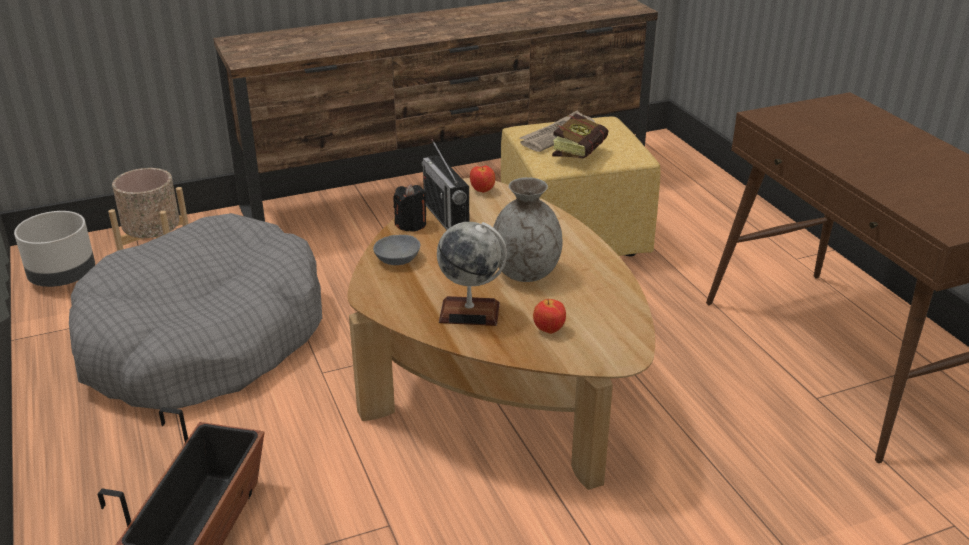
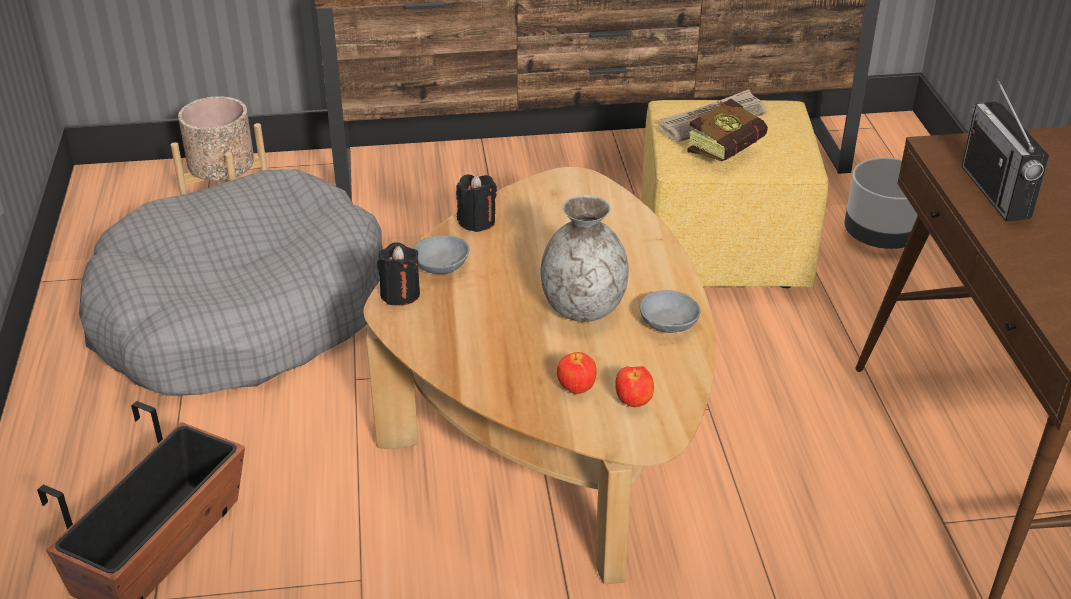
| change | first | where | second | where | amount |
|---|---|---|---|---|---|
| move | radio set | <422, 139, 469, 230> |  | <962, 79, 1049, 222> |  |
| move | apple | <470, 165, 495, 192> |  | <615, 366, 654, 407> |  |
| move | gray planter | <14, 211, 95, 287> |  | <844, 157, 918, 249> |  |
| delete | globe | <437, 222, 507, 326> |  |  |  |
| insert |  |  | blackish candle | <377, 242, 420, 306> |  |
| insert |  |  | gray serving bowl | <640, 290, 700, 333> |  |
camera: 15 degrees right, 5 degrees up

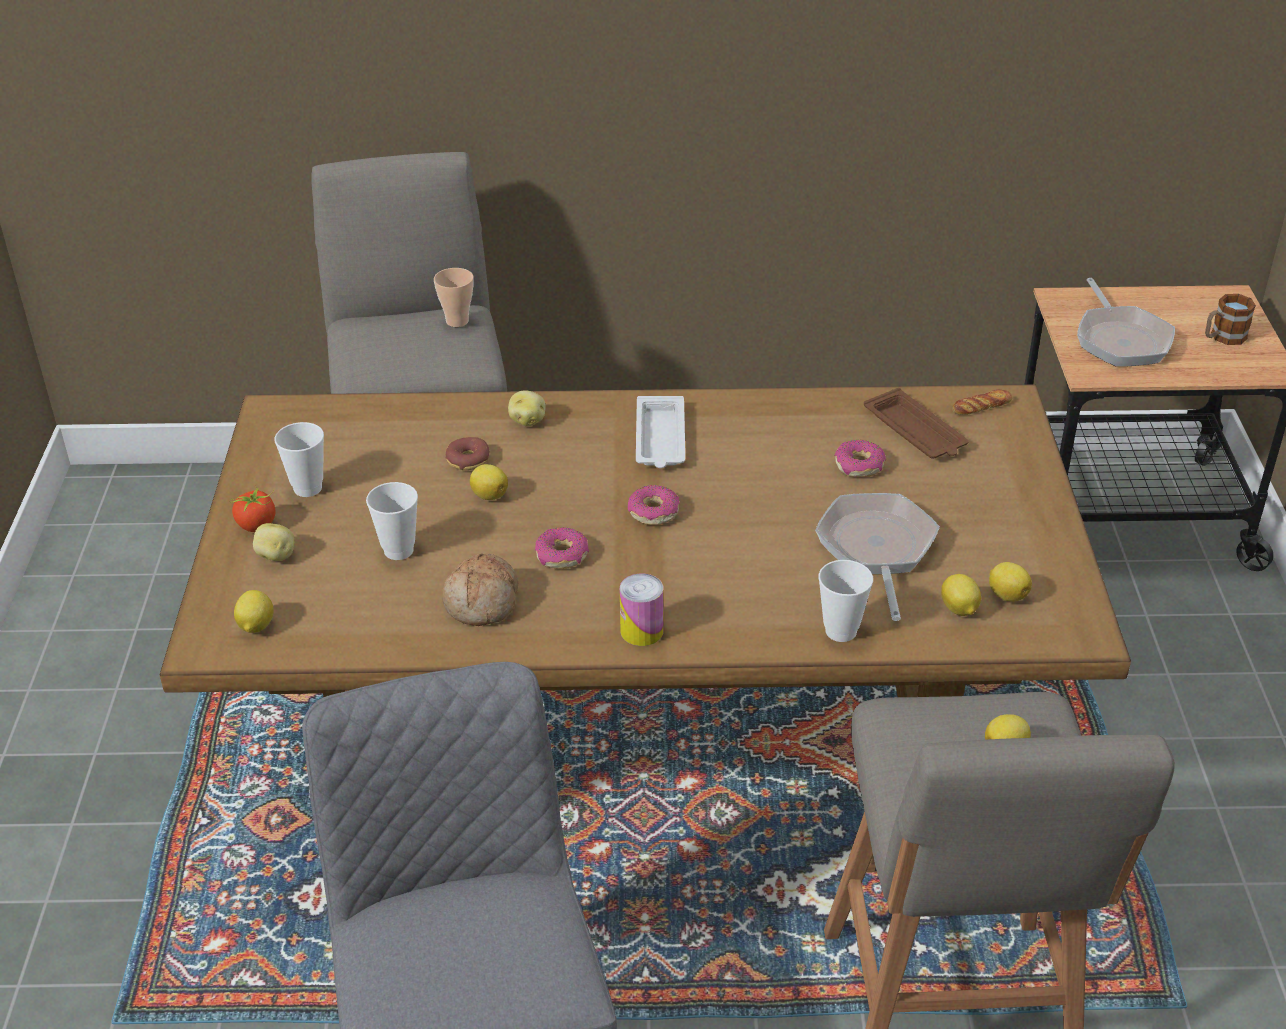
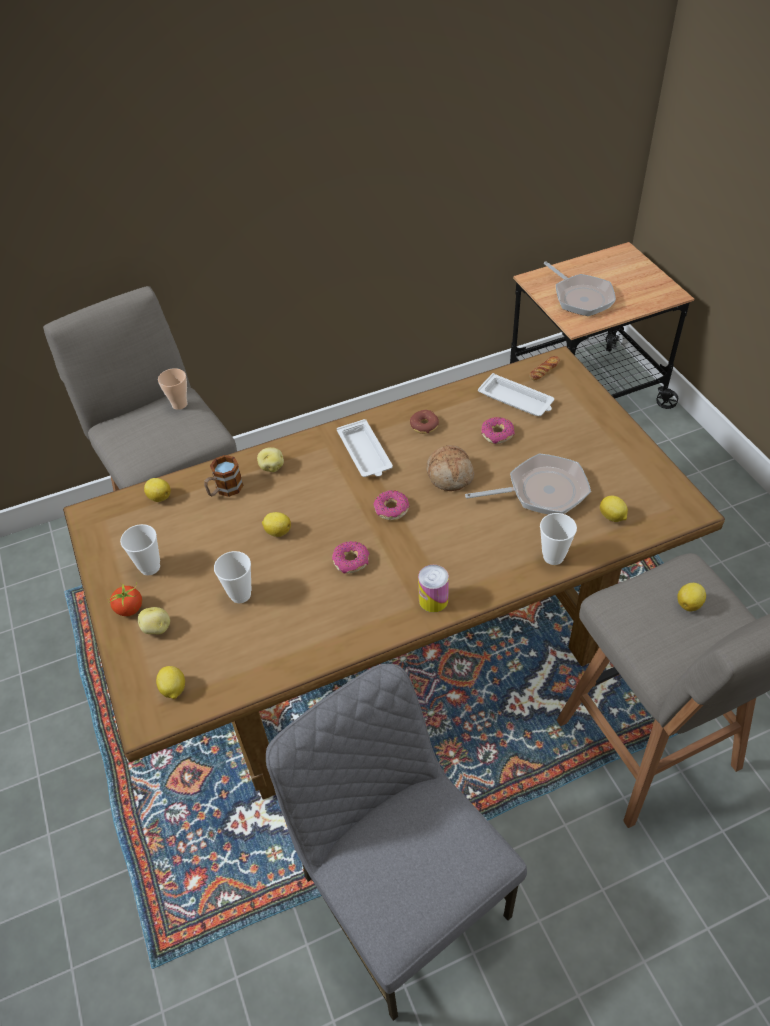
| change | first | where | second | where | amount |
|---|---|---|---|---|---|
| move | coffee mug | <1205, 294, 1256, 345> |  | <204, 455, 244, 497> |  |
| recolor | brown tray | <864, 388, 969, 459> | white-coloured tray | <478, 373, 554, 416> |  |
| move | donut | <445, 437, 490, 470> |  | <410, 410, 439, 434> |  |
| rotate | frying pan | <815, 493, 940, 621> |  | <465, 453, 591, 515> | 105 degrees clockwise |
| move | bread | <442, 554, 518, 626> |  | <427, 445, 474, 491> |  |
| move | whole lemon | <989, 562, 1032, 601> |  | <144, 478, 171, 502> |  |
camera: 20 degrees left, 10 degrees up

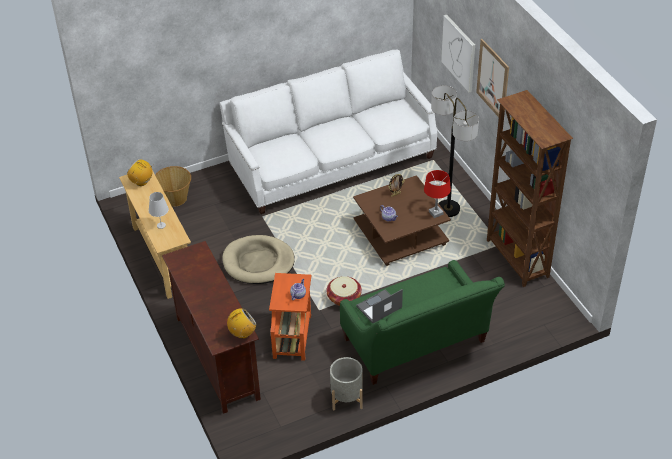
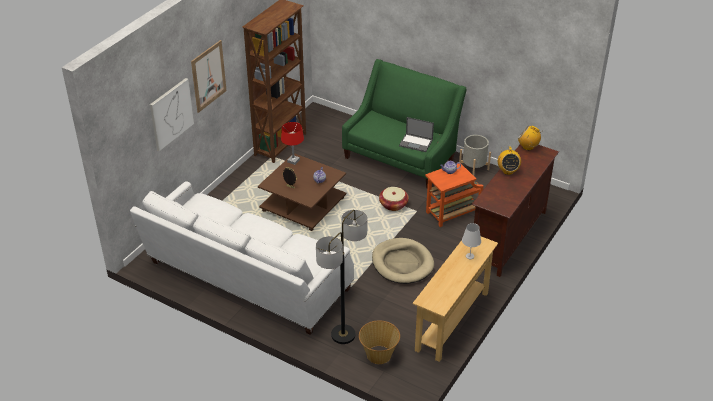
| change | first | where | second | where | amount |
|---|---|---|---|---|---|
| move | floor lamp | <431, 85, 479, 217> |  | <316, 210, 367, 344> |  |
| move | radio set | <127, 159, 153, 186> |  | <498, 147, 521, 175> |  |
camera: 125 degrees left, 5 degrees down

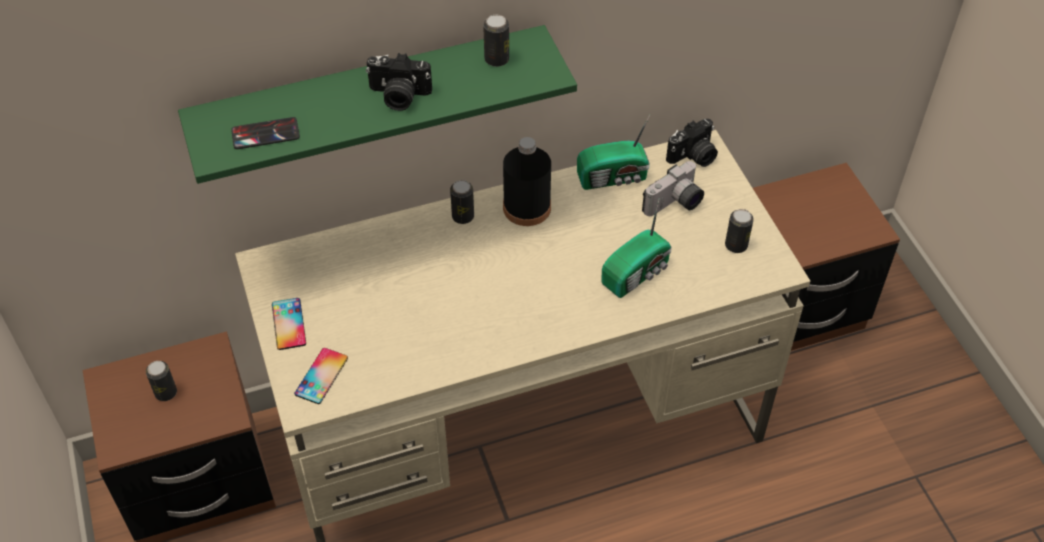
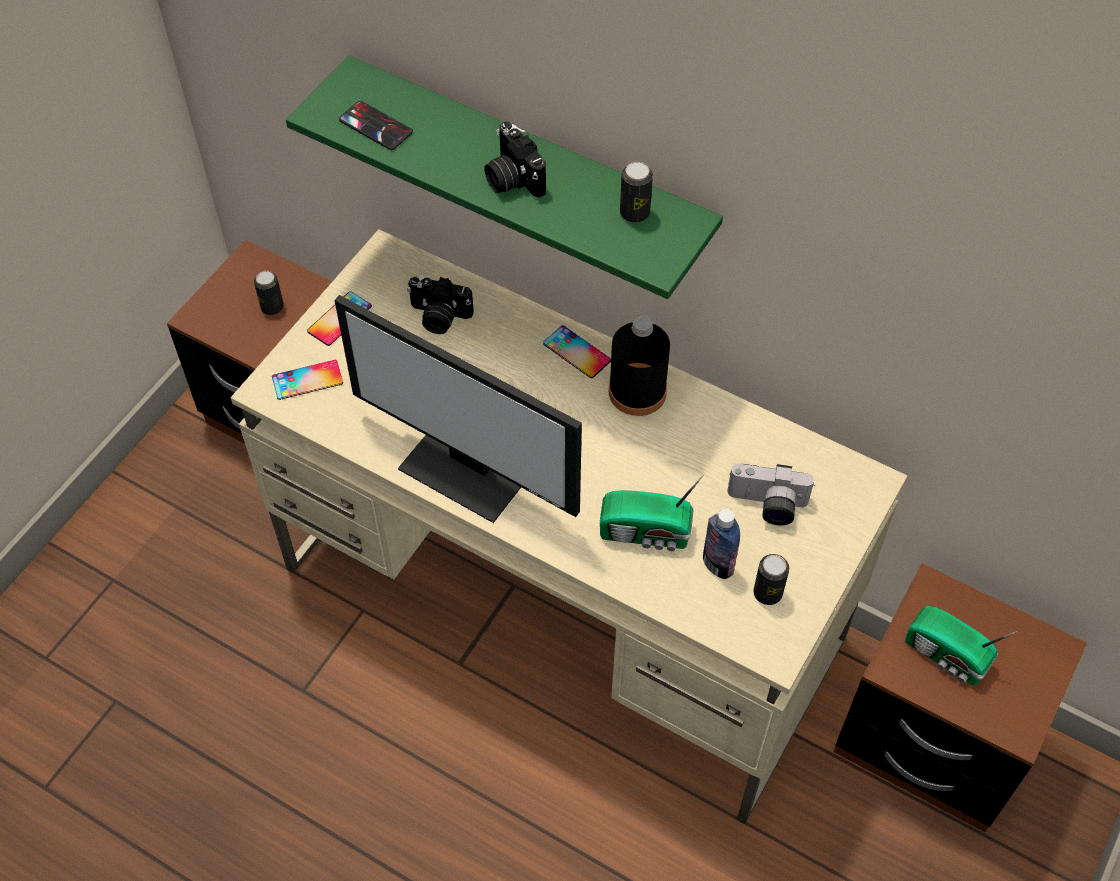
| change | first | where | second | where | amount |
|---|---|---|---|---|---|
| move | radio set | <577, 115, 650, 190> |  | <905, 606, 1018, 686> |  |
| move | still camera | <666, 119, 718, 167> |  | <407, 276, 474, 334> |  |
| replace | metal can | <450, 180, 474, 224> | handset | <543, 325, 611, 378> |  |
| insert |  |  | computer display | <334, 295, 582, 523> |  |
| insert |  |  | bottle | <703, 509, 740, 579> |  |
camera: 50 degrees right, 5 degrees up

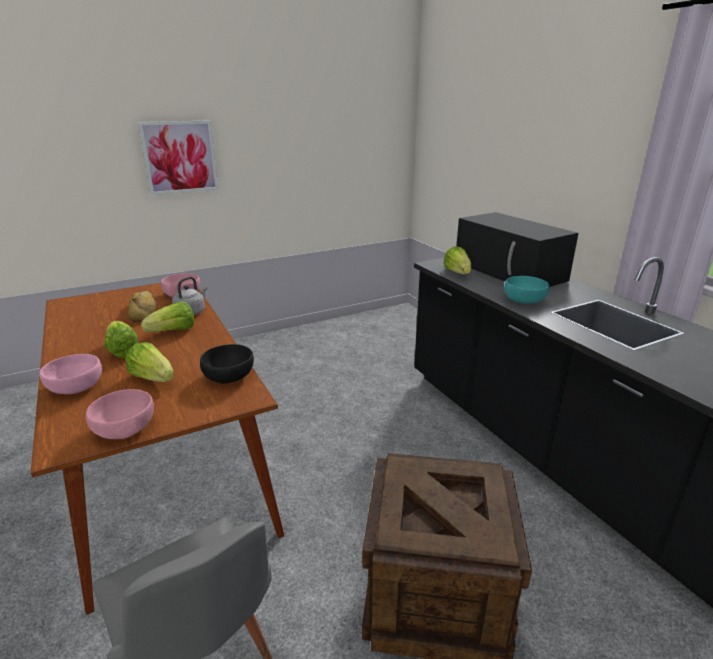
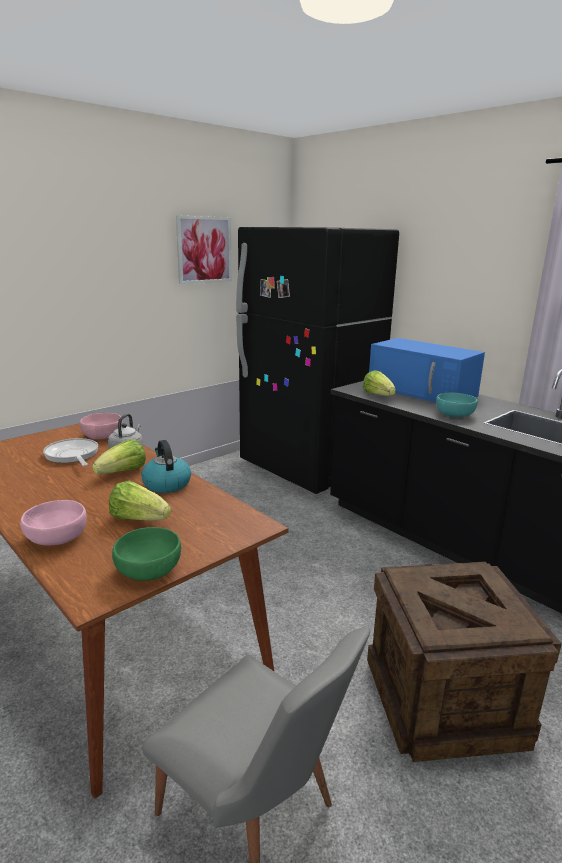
| change | first | where | second | where | amount |
|---|---|---|---|---|---|
| move | picture | <138, 120, 219, 195> |  | <176, 215, 232, 284> |  |
| recolor | blackish microwave | <456, 212, 578, 287> | bluish microwave | <369, 338, 485, 403> |  |
| replace | bread | <128, 291, 157, 322> | frying pan | <43, 438, 98, 466> |  |
| delete | lettuce | <105, 321, 139, 358> |  |  |  |
| delete | blackish serving bowl | <200, 344, 254, 384> |  |  |  |
| recolor | pink serving bowl | <86, 389, 154, 439> | greenish serving bowl | <112, 527, 181, 581> |  |
| insert |  |  | blackish kitchen fridge | <236, 227, 399, 494> |  |
| insert |  |  | tea kettle | <141, 440, 191, 493> |  |
camera: 15 degrees left, 5 degrees down

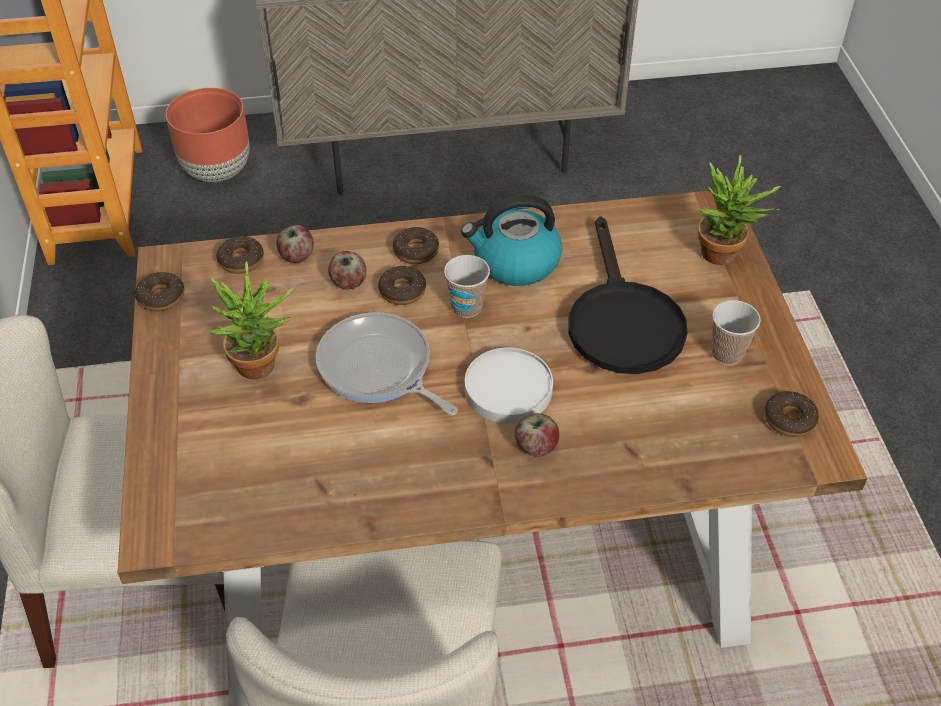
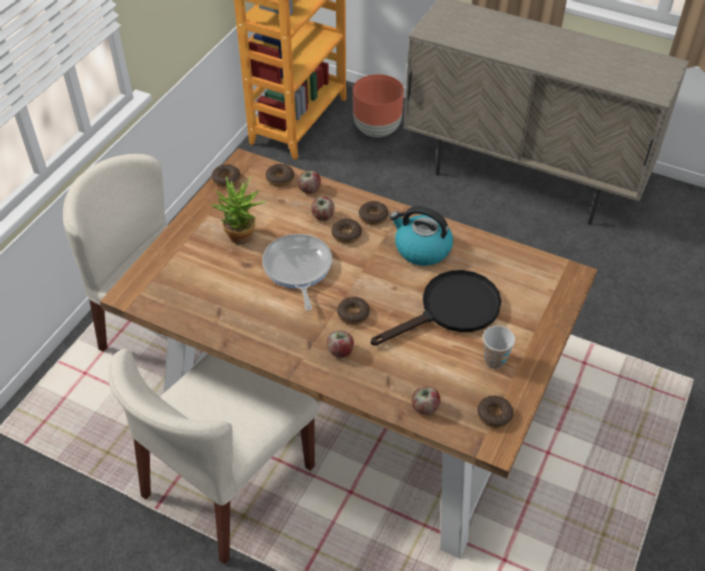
| change | first | where | second | where | amount |
|---|---|---|---|---|---|
| delete | houseplant | <698, 155, 781, 265> |  |  |  |
| rotate | blackish frying pan | <568, 216, 688, 374> |  | <371, 270, 501, 346> | 150 degrees counterclockwise |
| delete | cup | <444, 255, 490, 318> |  |  |  |
| replace | white-coloured dinner plate | <465, 348, 553, 424> | donut | <337, 297, 370, 325> |  |
| insert |  |  | apple | <412, 386, 440, 415> |  |
camera: 35 degrees right, 0 degrees up

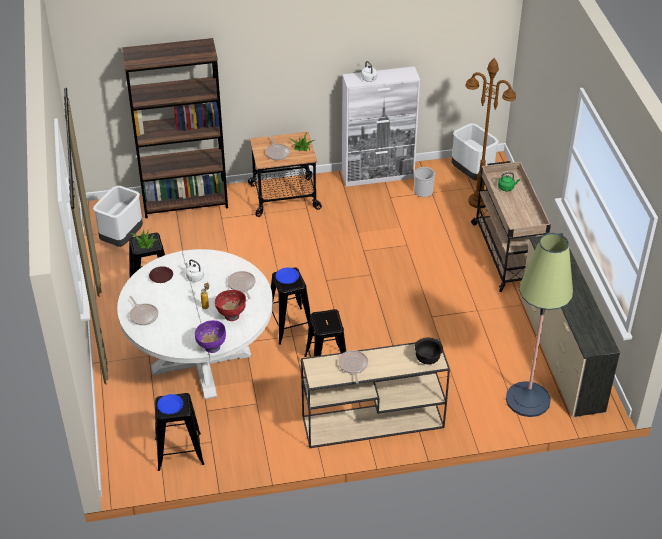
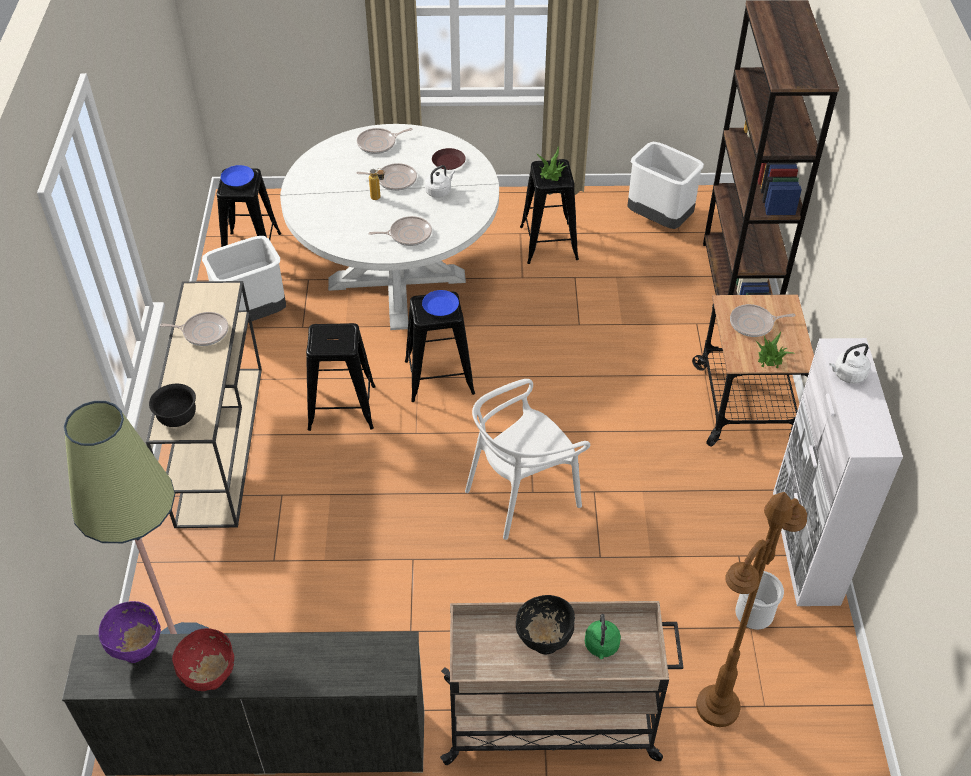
| change | first | where | second | where | amount |
|---|---|---|---|---|---|
| move | white-coloured trash can | <452, 123, 499, 181> |  | <202, 236, 286, 323> |  |
| move | red-coloured serving bowl | <215, 290, 246, 321> |  | <172, 628, 234, 691> |  |
| move | purplish serving bowl | <195, 320, 226, 353> |  | <99, 601, 161, 663> |  |
| insert |  |  | frying pan | <357, 163, 417, 191> |  |
| insert |  |  | white-coloured plain chair | <465, 379, 590, 540> |  |
| insert |  |  | blackish serving bowl | <516, 595, 575, 654> |  |
camera: 100 degrees right, 5 degrees up

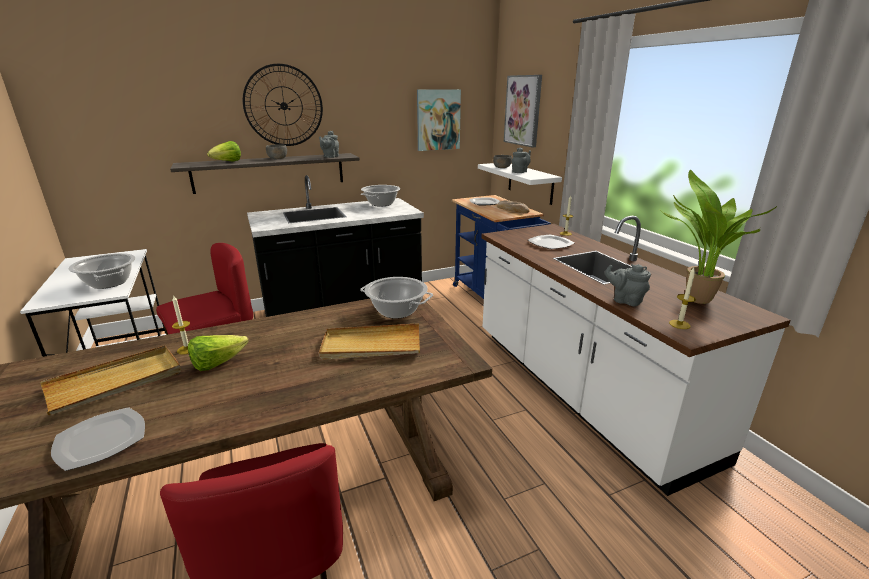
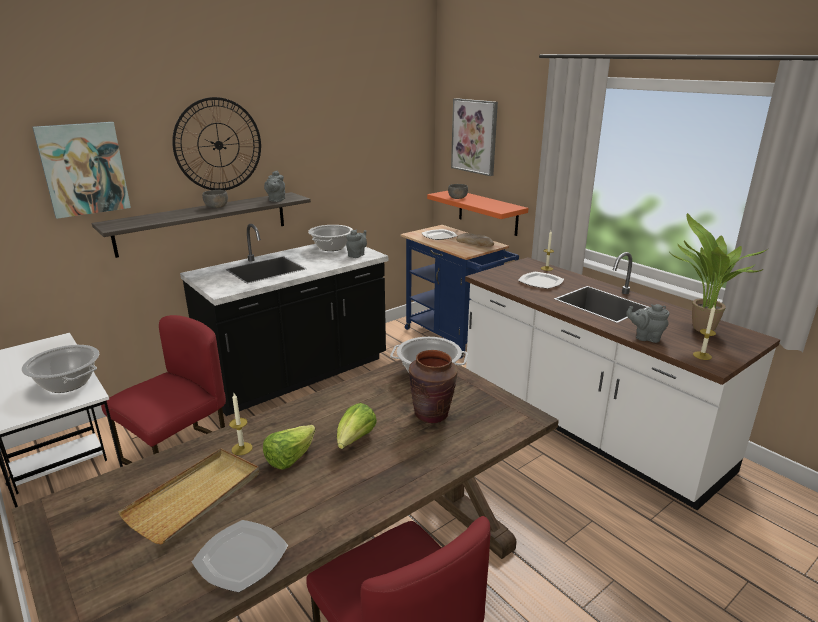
| change | first | where | second | where | amount |
|---|---|---|---|---|---|
| move | picture | <417, 89, 461, 151> |  | <32, 122, 131, 219> |  |
| move | lettuce | <207, 141, 241, 161> |  | <337, 403, 377, 449> |  |
| move | gray tea pot | <512, 148, 531, 173> |  | <346, 230, 367, 258> |  |
| recolor | white-coloured bracket shelf | <478, 163, 562, 205> | orangey bracket shelf | <427, 191, 528, 236> |  |
| replace | sand-coloured tray | <319, 323, 420, 359> | brown decorative vase | <409, 350, 458, 423> |  |
camera: 15 degrees left, 0 degrees up

